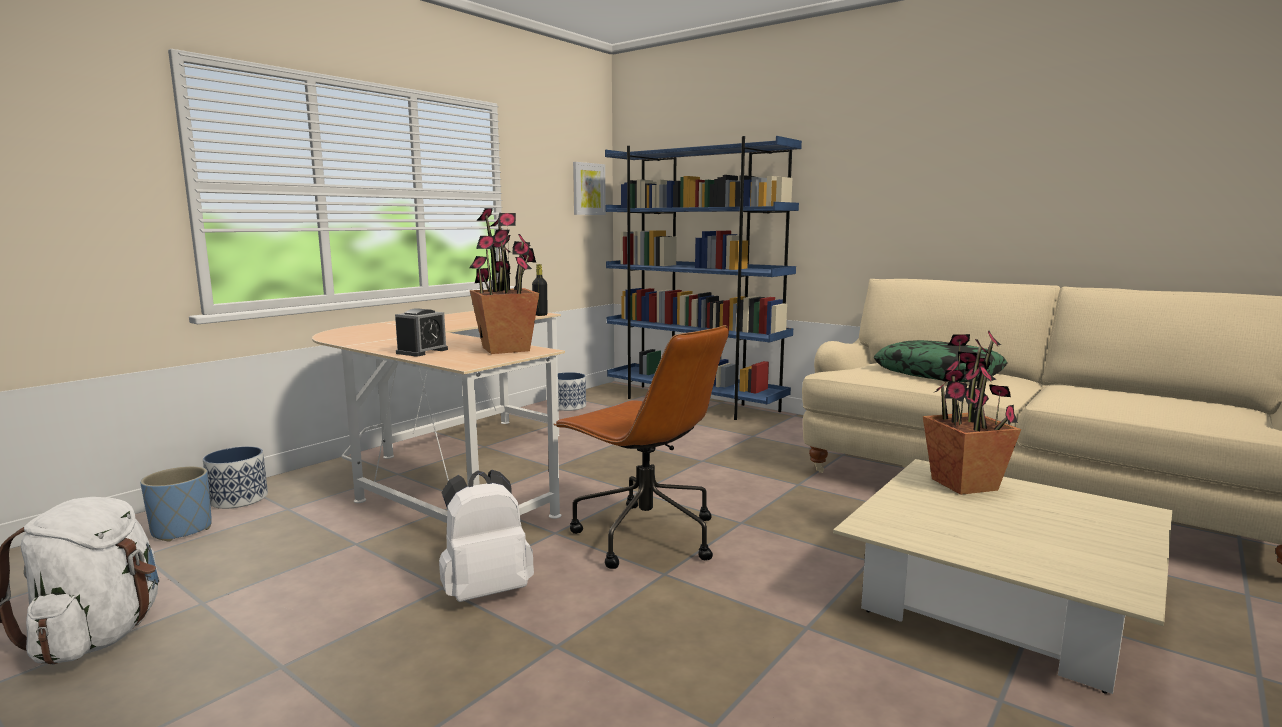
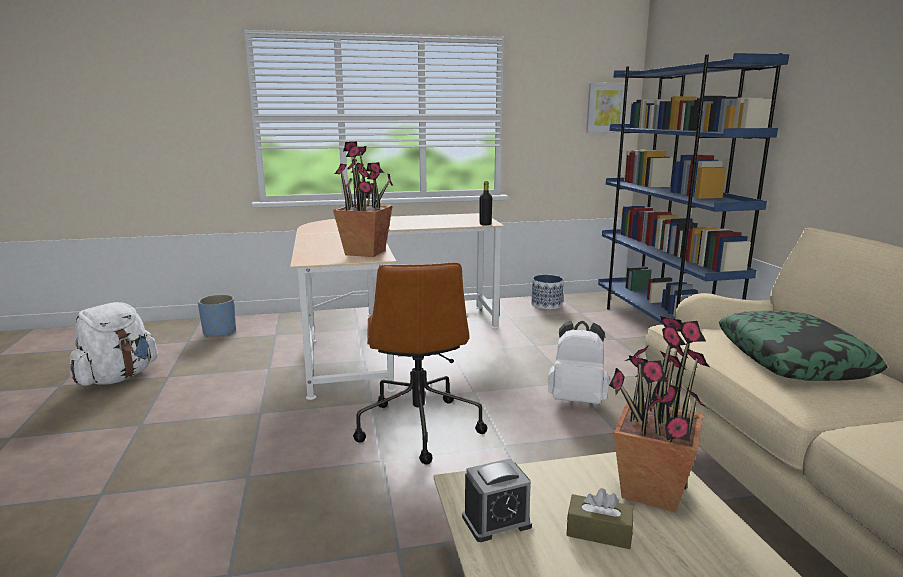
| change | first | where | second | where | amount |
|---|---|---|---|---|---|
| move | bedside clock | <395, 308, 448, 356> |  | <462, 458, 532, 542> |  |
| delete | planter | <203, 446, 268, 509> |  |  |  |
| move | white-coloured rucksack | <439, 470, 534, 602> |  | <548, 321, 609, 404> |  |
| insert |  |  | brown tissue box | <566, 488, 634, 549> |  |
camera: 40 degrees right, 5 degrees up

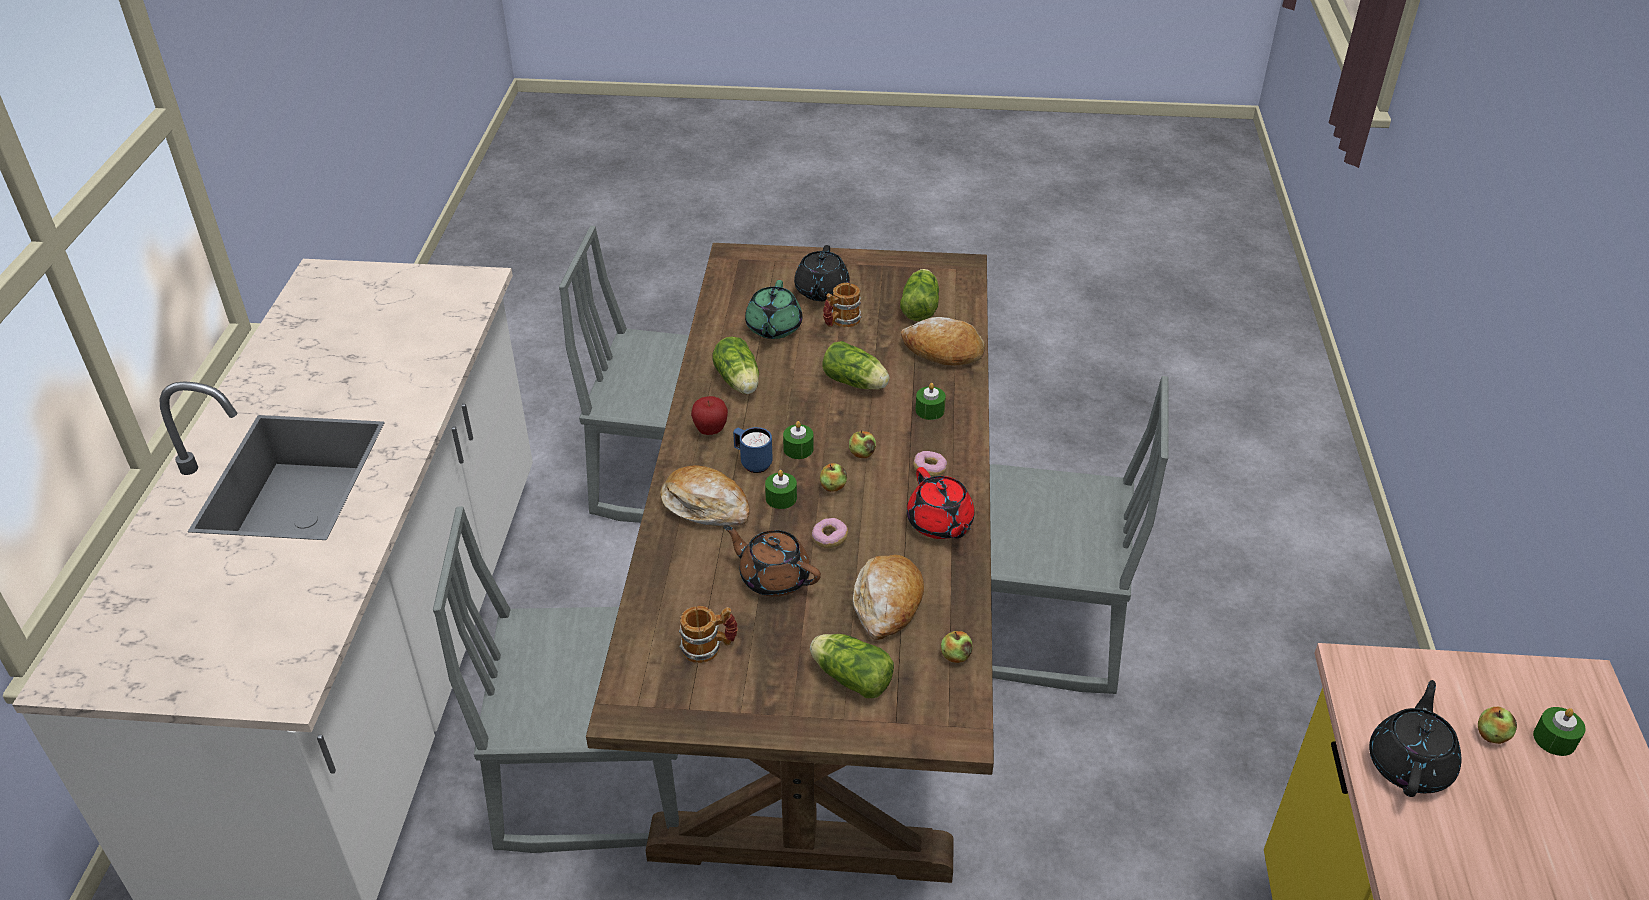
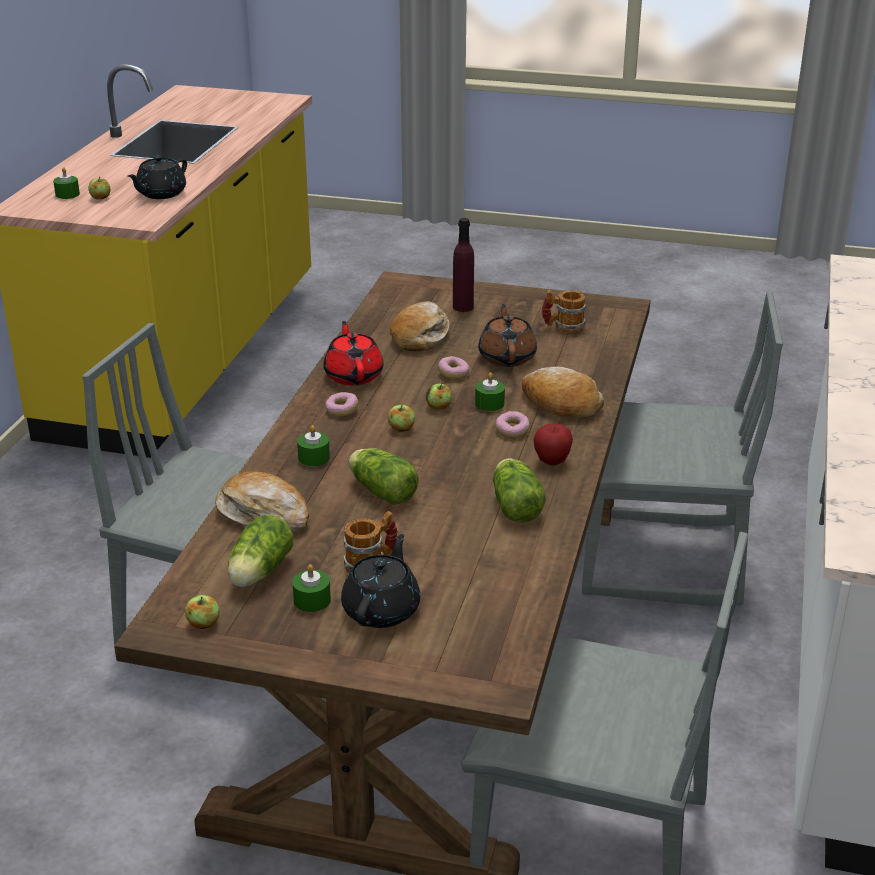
| change | first | where | second | where | amount |
|---|---|---|---|---|---|
| delete | greenish tea pot | <745, 280, 802, 339> |  |  |  |
| move | greenish candle | <783, 421, 814, 459> |  | <292, 564, 331, 612> |  |
| replace | bluish coffee mug | <733, 427, 773, 473> | donut | <495, 411, 530, 438> |  |
| rotate | brown tea pot | <724, 525, 821, 597> |  | <478, 304, 537, 367> | 135 degrees counterclockwise |
| move | apple | <941, 631, 973, 663> |  | <185, 595, 220, 629> |  |
| replace | lettuce | <810, 634, 894, 698> | purplish bottle | <453, 218, 474, 312> |  |
camera: 170 degrees left, 10 degrees down

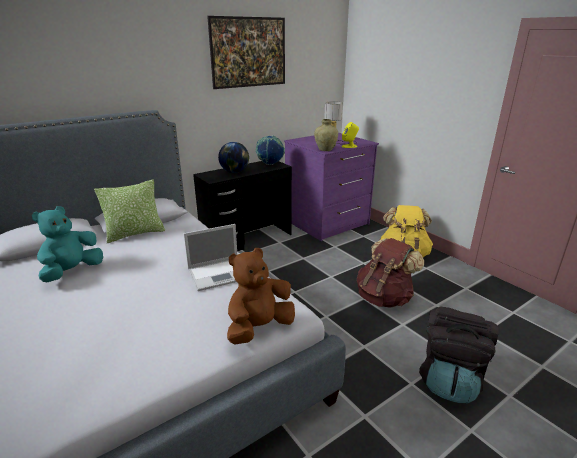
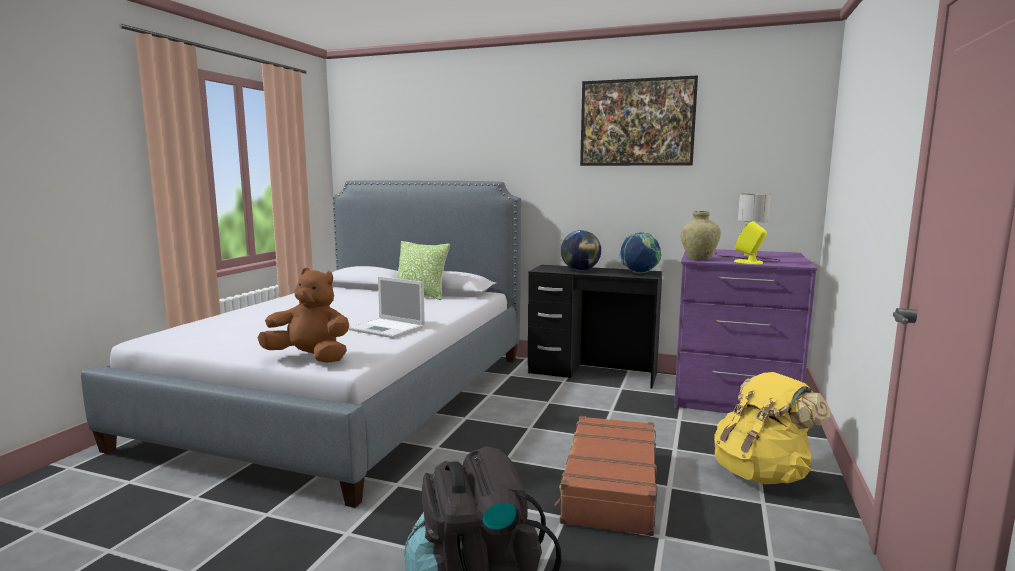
| change | first | where | second | where | amount |
|---|---|---|---|---|---|
| delete | turquoise soft toy | <32, 206, 103, 282> |  |  |  |
| replace | brown rucksack | <357, 238, 424, 307> | brown travel case | <554, 416, 657, 536> |  |
camera: 55 degrees right, 15 degrees down

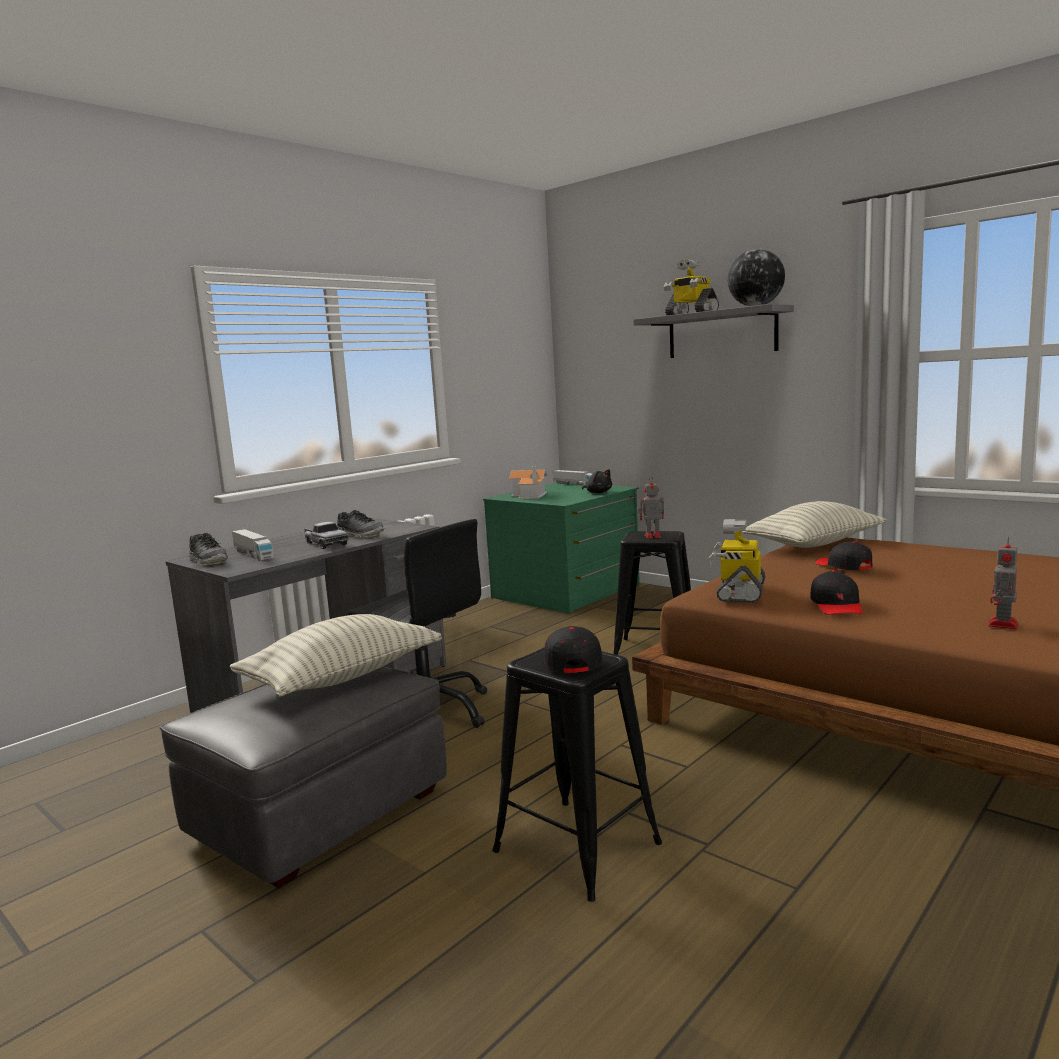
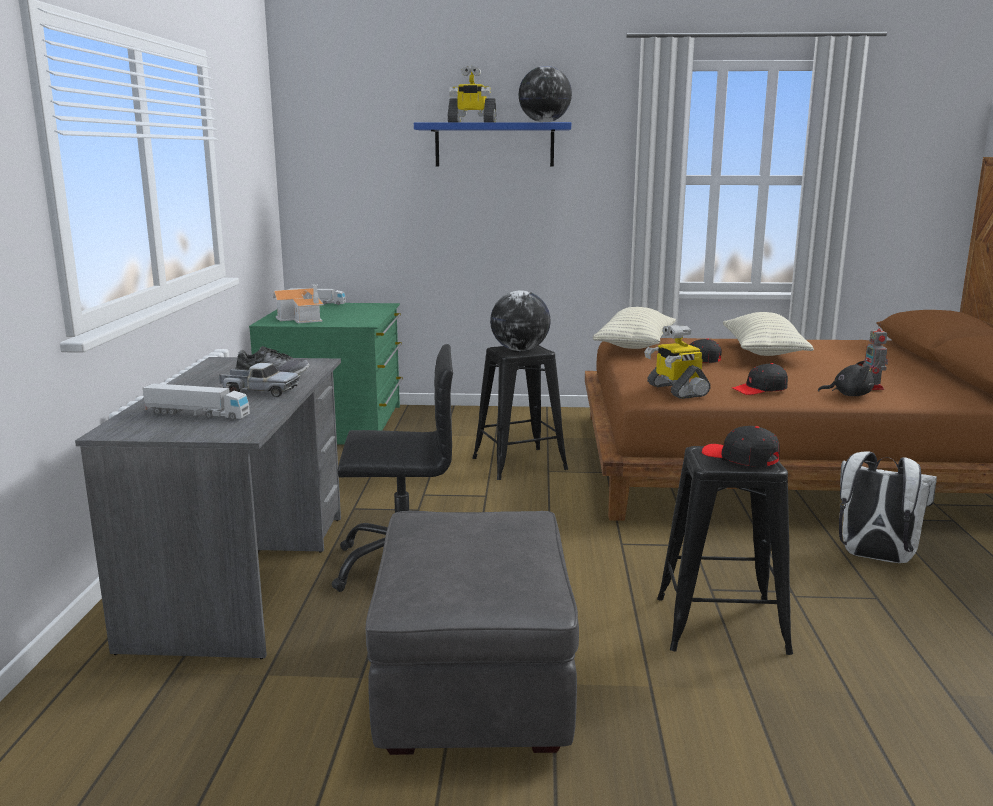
| change | first | where | second | where | amount |
|---|---|---|---|---|---|
| recolor | gray bracket shelf | <633, 304, 794, 358> | bluish bracket shelf | <414, 122, 571, 166> |  |
| move | blackish soft toy | <582, 469, 612, 493> |  | <818, 361, 874, 396> |  |
| replace | toy robot | <638, 477, 664, 539> | globe | <490, 290, 551, 351> |  |
| delete | low shoe | <189, 533, 228, 565> |  |  |  |
| rotate | blackish cap | <810, 570, 862, 615> |  | <732, 363, 788, 395> | 105 degrees clockwise |
| move | throw pillow | <230, 614, 442, 697> |  | <723, 312, 814, 356> |  |
| insert |  |  | white-coloured rucksack | <839, 451, 937, 563> |  |
camera: 40 degrees left, 5 degrees up

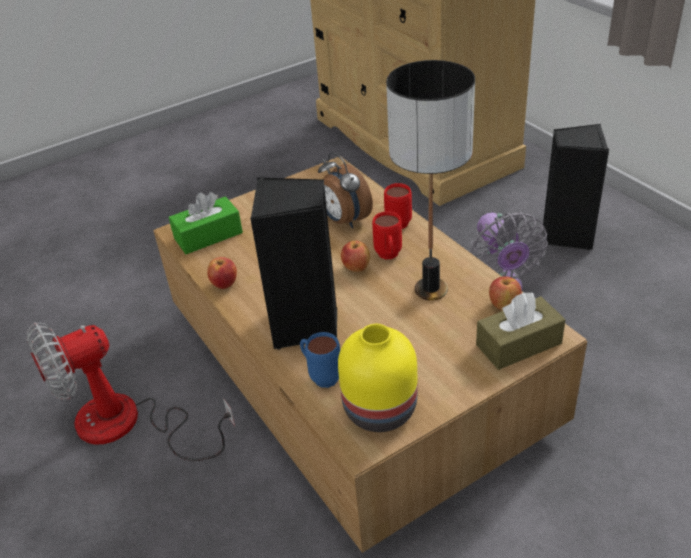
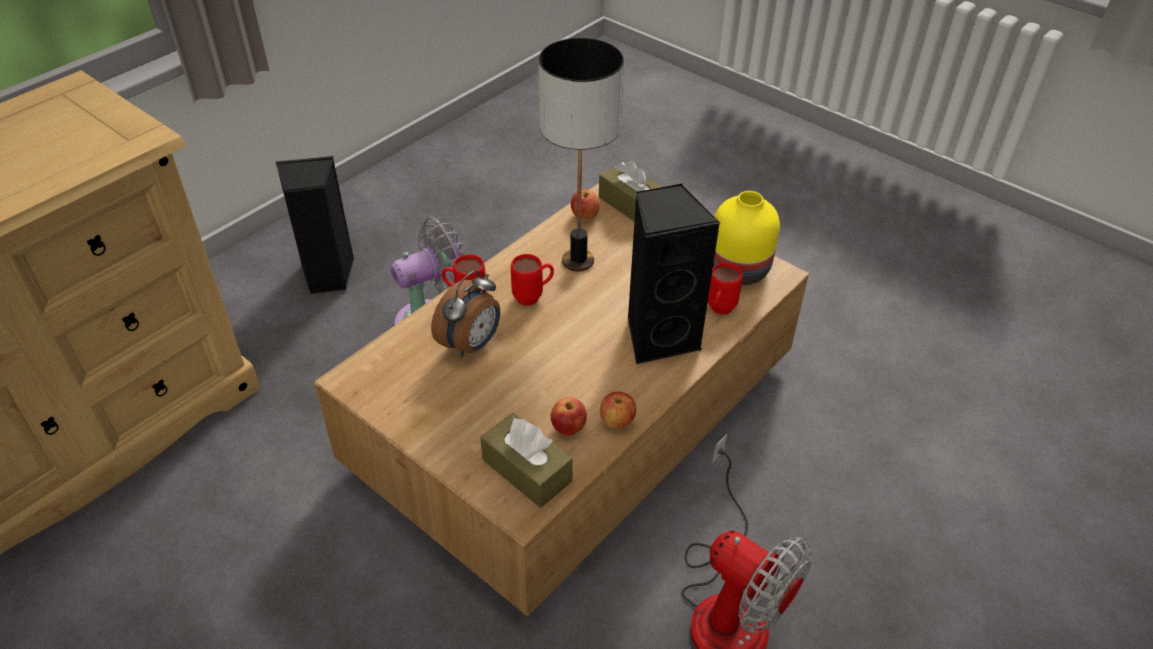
| change | first | where | second | where | amount |
|---|---|---|---|---|---|
| recolor | greenish tissue box | <169, 192, 243, 254> | brown tissue box | <480, 413, 573, 508> |  |
| move | apple | <341, 241, 370, 272> |  | <551, 397, 587, 436> |  |
| recolor | bluish coffee mug | <300, 332, 340, 388> | red-coloured coffee mug | <708, 263, 743, 314> |  |
camera: 110 degrees left, 5 degrees up

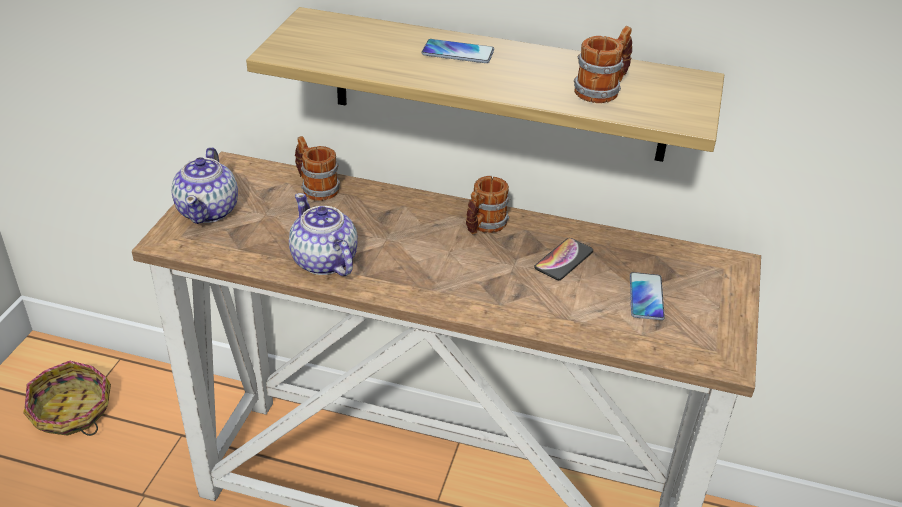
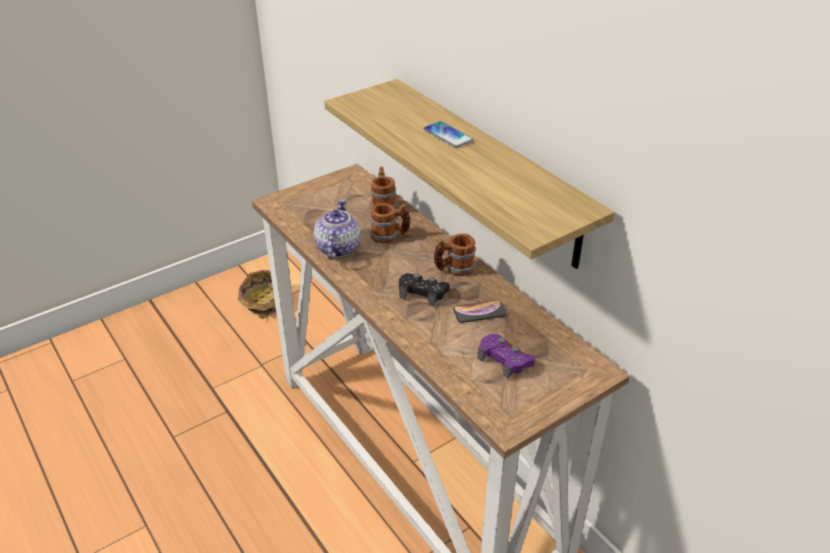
| change | first | where | second | where | amount |
|---|---|---|---|---|---|
| move | coffee mug | <574, 26, 632, 103> |  | <369, 203, 411, 243> |  |
| delete | tea pot | <171, 147, 238, 224> |  |  |  |
| replace | handset | <630, 272, 665, 320> | purplish gamepad | <477, 334, 535, 379> |  |
| insert |  |  | blackish gamepad | <399, 273, 450, 307> |  |
camera: 40 degrees right, 0 degrees up

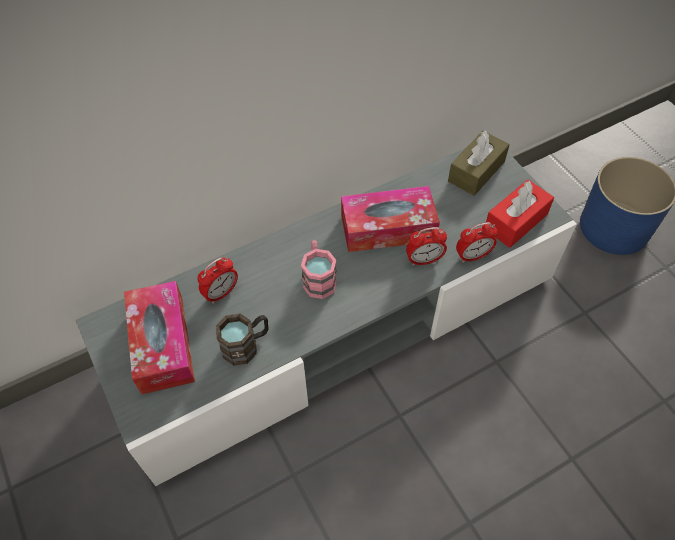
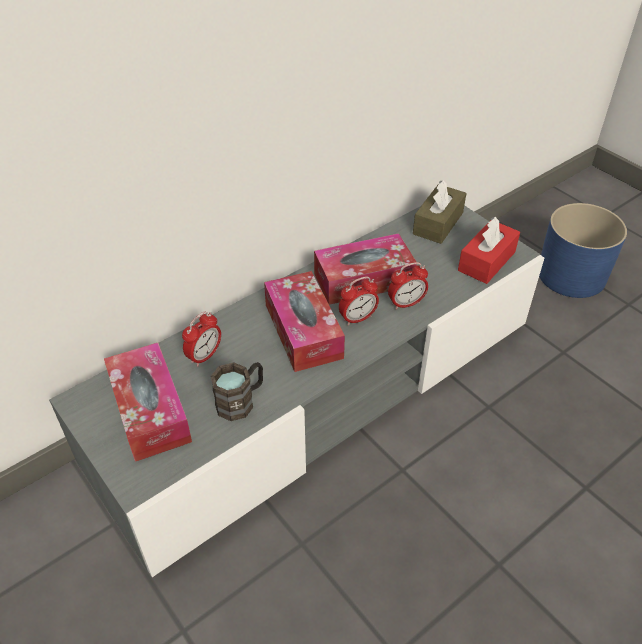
| change | first | where | second | where | amount |
|---|---|---|---|---|---|
| move | bedside clock | <456, 222, 498, 263> |  | <339, 276, 379, 326> |  |
| replace | pink coffee mug | <301, 240, 337, 299> | tissue box | <264, 271, 345, 372> |  |
camera: 10 degrees left, 10 degrees down

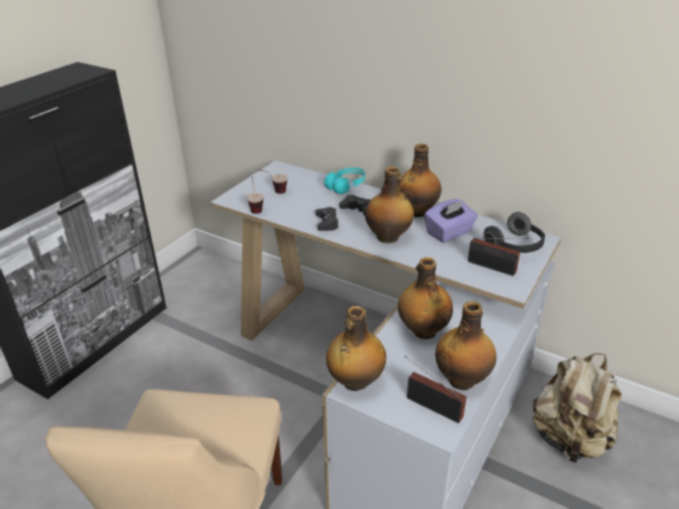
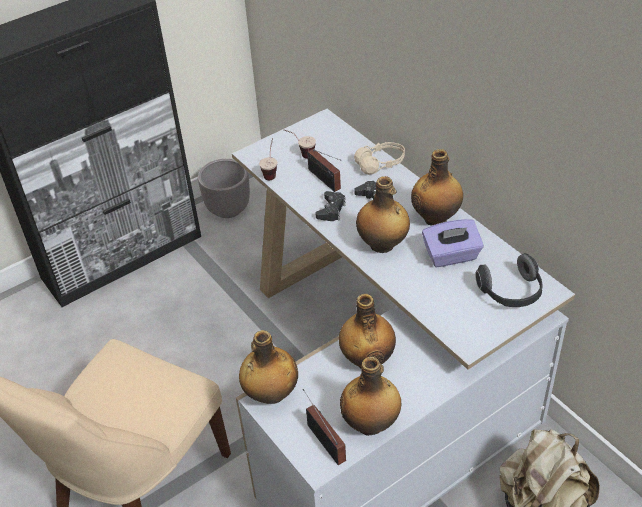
| change | first | where | second | where | amount |
|---|---|---|---|---|---|
| recolor | turquoise headset | <324, 168, 365, 194> | sand-coloured headset | <354, 142, 405, 175> |  |
| move | radio set | <468, 238, 529, 276> |  | <307, 149, 341, 192> |  |
| insert |  |  | gray planter | <198, 159, 250, 218> |  |
camera: 25 degrees right, 10 degrees up

